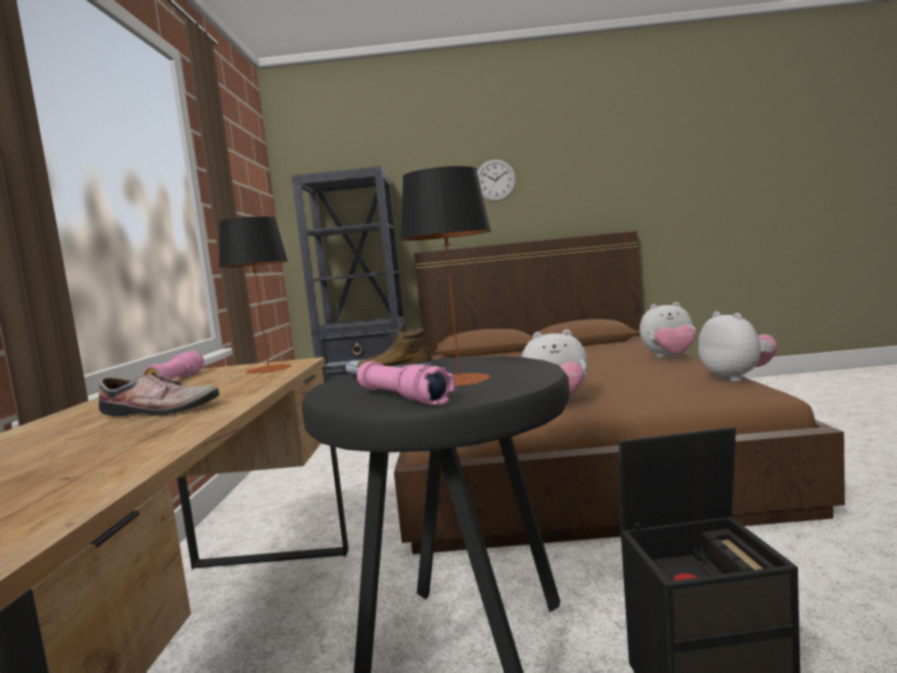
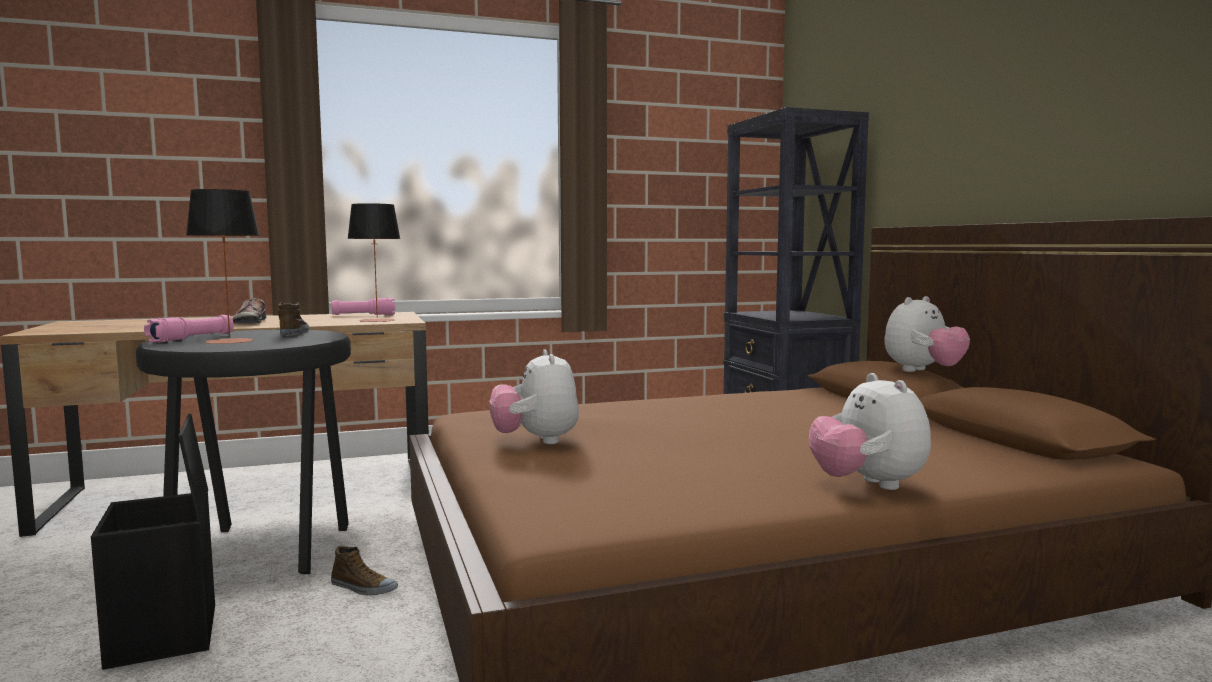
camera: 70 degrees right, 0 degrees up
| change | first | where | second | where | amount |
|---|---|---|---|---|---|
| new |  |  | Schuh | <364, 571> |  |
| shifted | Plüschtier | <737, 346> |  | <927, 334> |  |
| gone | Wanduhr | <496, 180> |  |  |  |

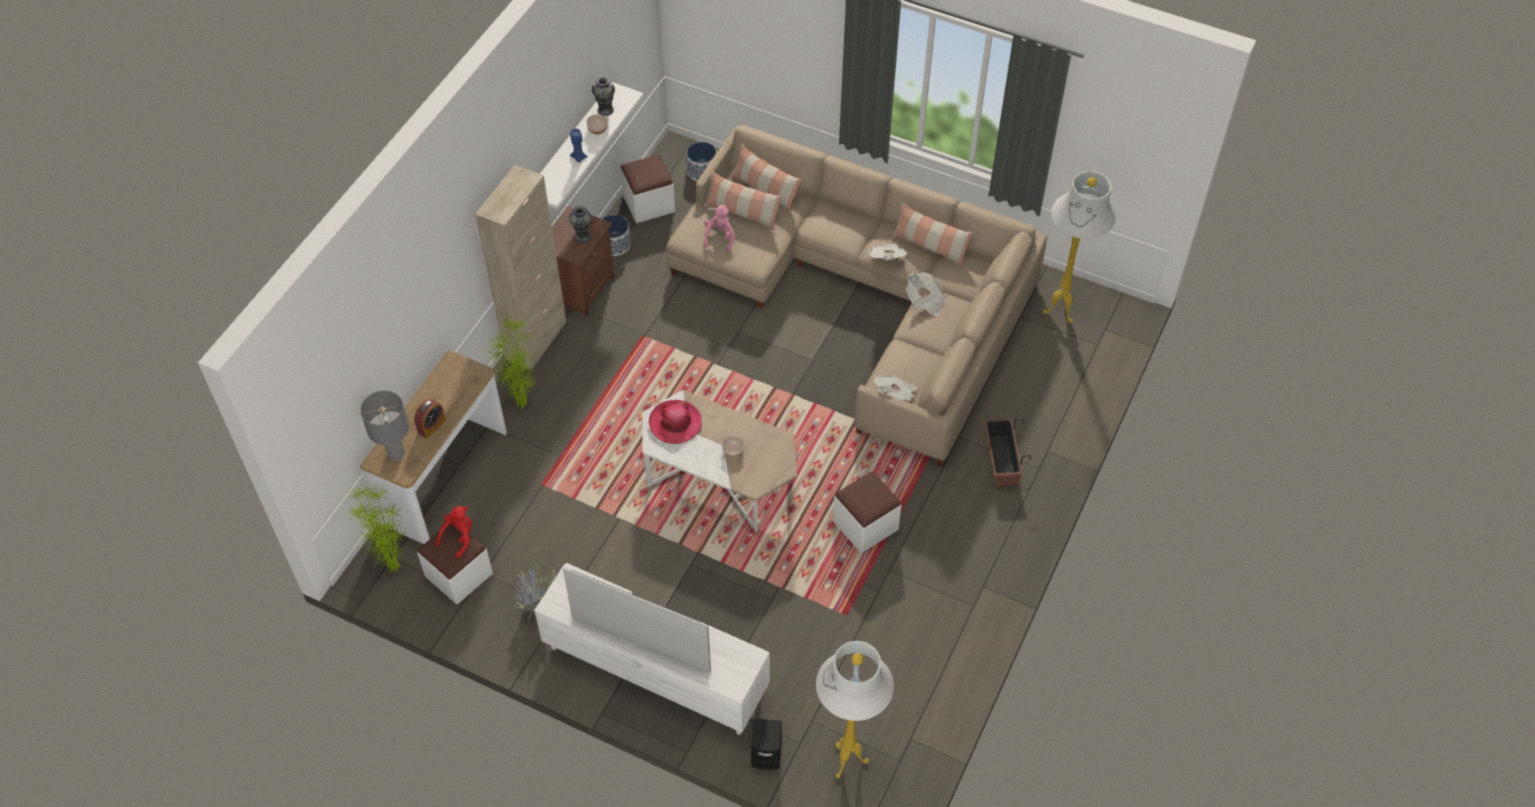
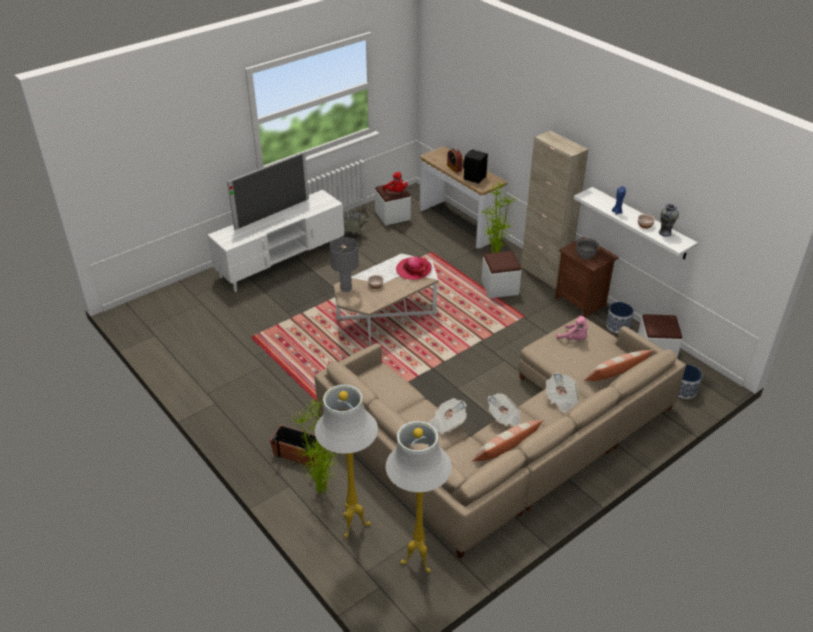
camera: 115 degrees right, 15 degrees down
| change | first | where | second | where | amount |
|---|---|---|---|---|---|
| shifted | Topfpflanze | <377, 526> |  | <315, 445> |  |
| shifted | Stehlampe (weiß) | <855, 709> |  | <346, 461> |  |
| shifted | Tischlampe (grau) | <384, 426> |  | <344, 264> |  |
| shifted | Lautsprecher (schwarz) | <766, 744> |  | <475, 166> |  |
| shifted | Polsterhocker (weiß) | <867, 512> |  | <501, 274> |  |
| shifted | Zeitung | <895, 388> |  | <562, 392> |  |
| swapped | Vase | <580, 224> | Schüssel (grau) | <587, 248> |  |
| gone | Kissen | <743, 200> |  |  |  |

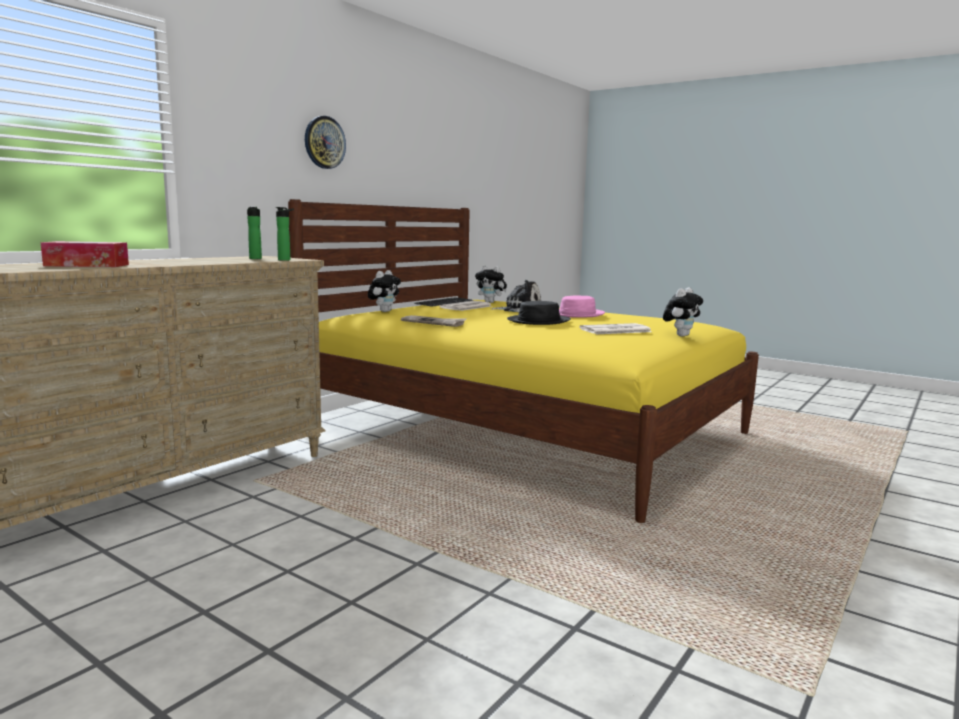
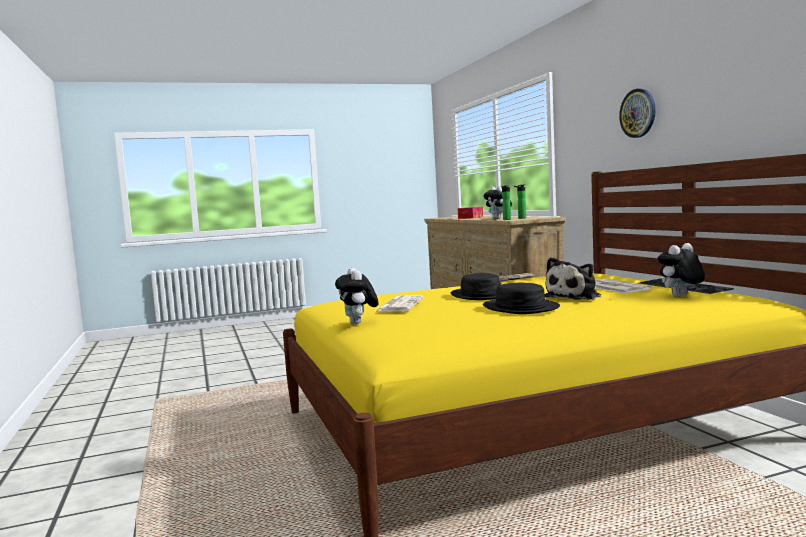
camera: 125 degrees right, 5 degrees down
| change | first | where | second | where | amount |
|---|---|---|---|---|---|
| shifted | Plüschtier | <384, 291> |  | <497, 202> |  |
| repainted | Hut (rosa) | <582, 307> | Hut (schwarz) | <521, 298> |  |

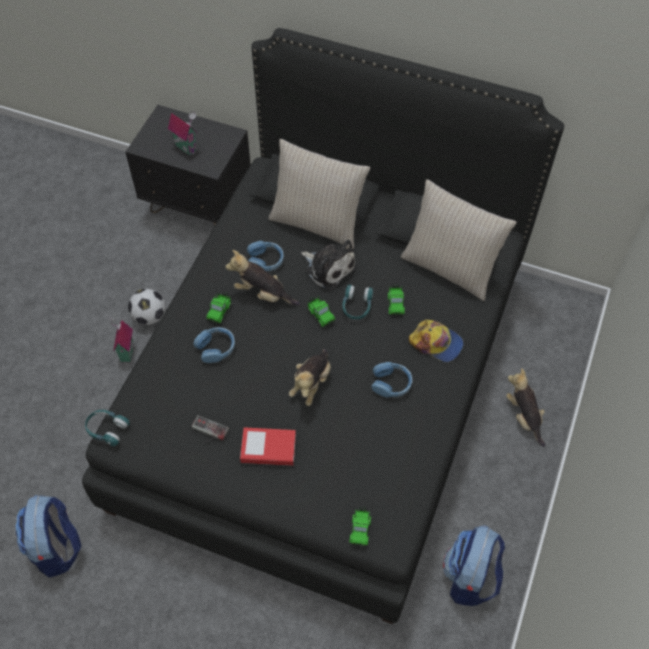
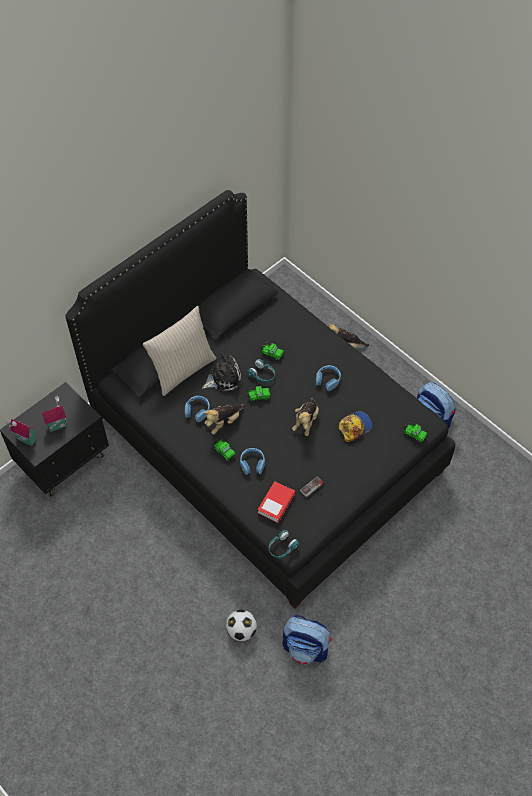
camera: 65 degrees left, 0 degrees up
| change | first | where | second | where | amount |
|---|---|---|---|---|---|
| shifted | Spielzeughaus | <121, 338> |  | <21, 432> |  |
| shifted | Fußball | <147, 307> |  | <241, 625> |  |
| shifted | Buch | <268, 446> |  | <276, 502> |  |
| rotated | Plüschtier | <310, 377> |  | <305, 417> | 60 degrees clockwise |
| shifted | Kappe | <436, 341> |  | <356, 426> |  |
| gone | Kissen (beige) | <459, 240> |  |  |  |

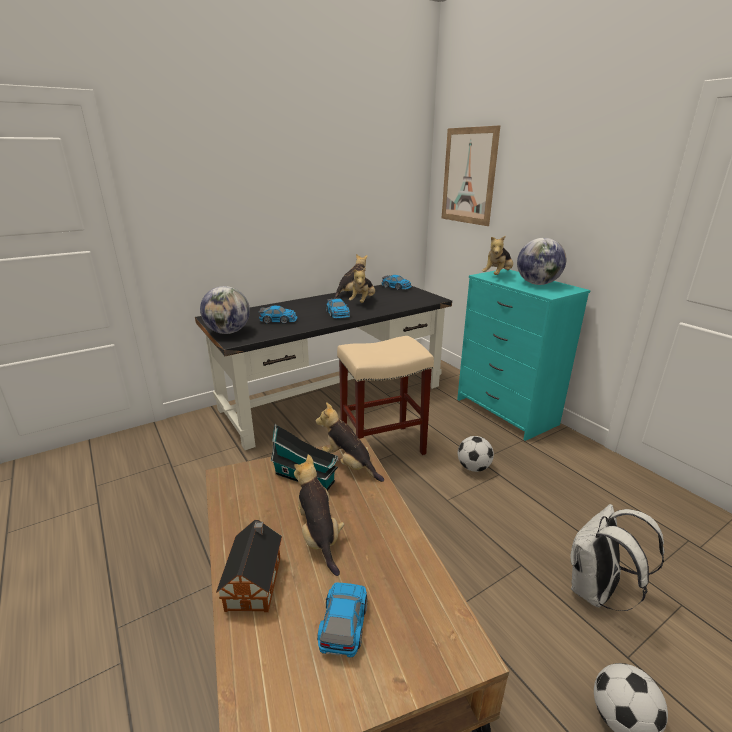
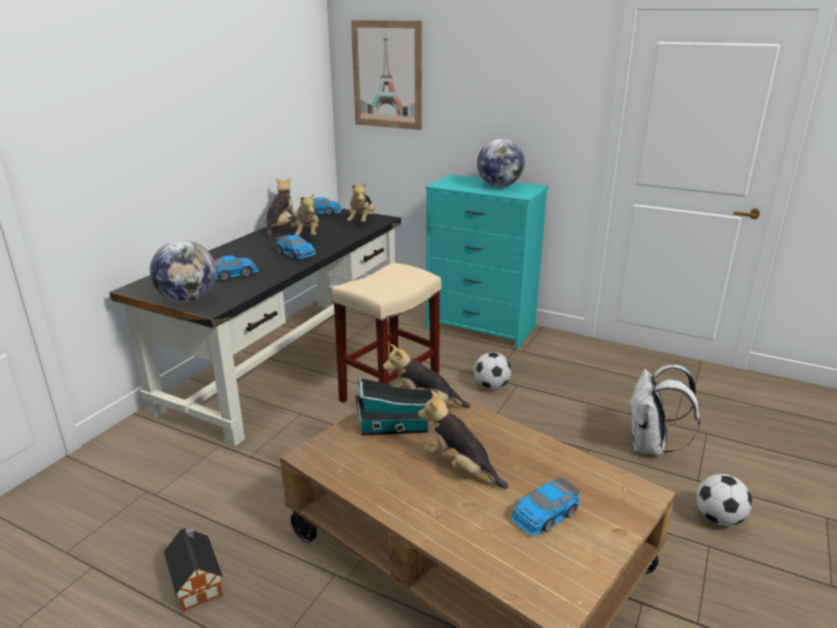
camera: 30 degrees left, 0 degrees up
| change | first | where | second | where | amount |
|---|---|---|---|---|---|
| shifted | Spielzeughaus | <249, 566> |  | <193, 569> |  |
| shifted | Plüschtier | <497, 255> |  | <361, 202> |  |
| rotated | Spielzeugauto | <342, 620> |  | <545, 506> | 105 degrees counterclockwise |

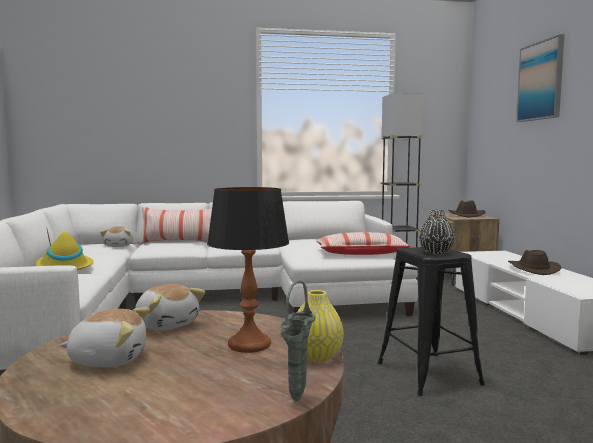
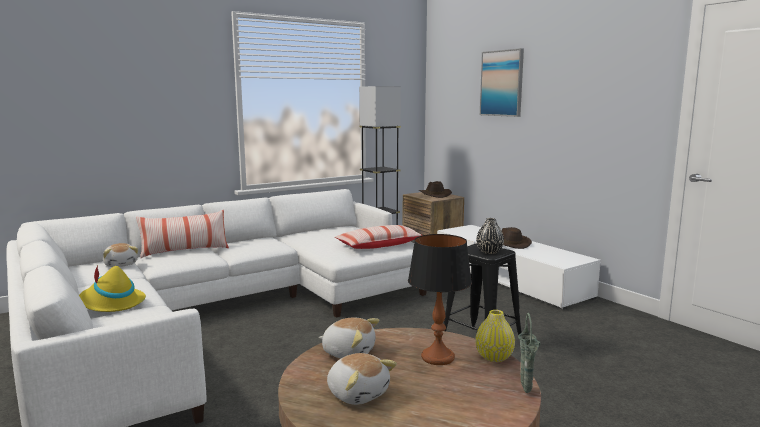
camera: 25 degrees left, 5 degrees up
| change | first | where | second | where | amount |
|---|---|---|---|---|---|
| rotated | Plüschtier | <104, 337> |  | <362, 379> | 75 degrees clockwise |

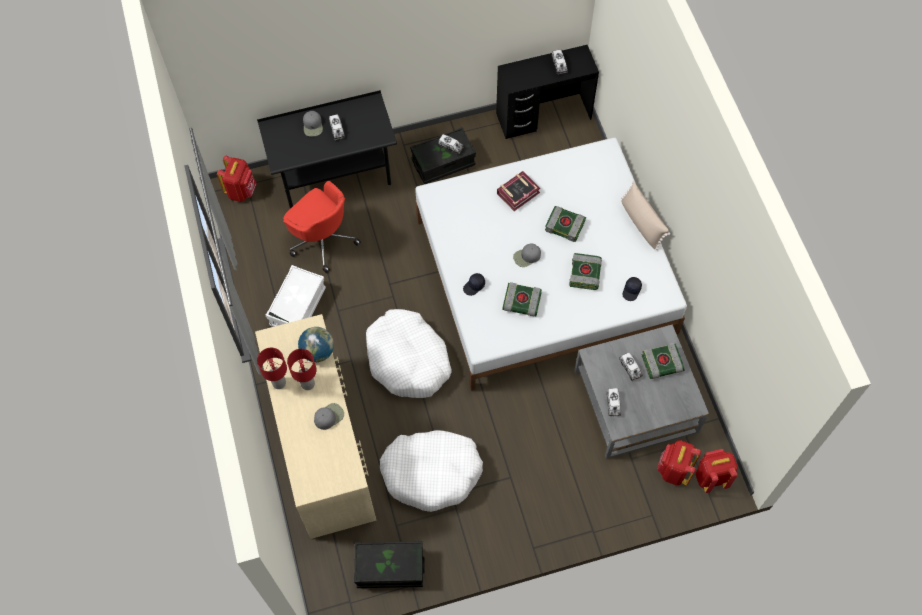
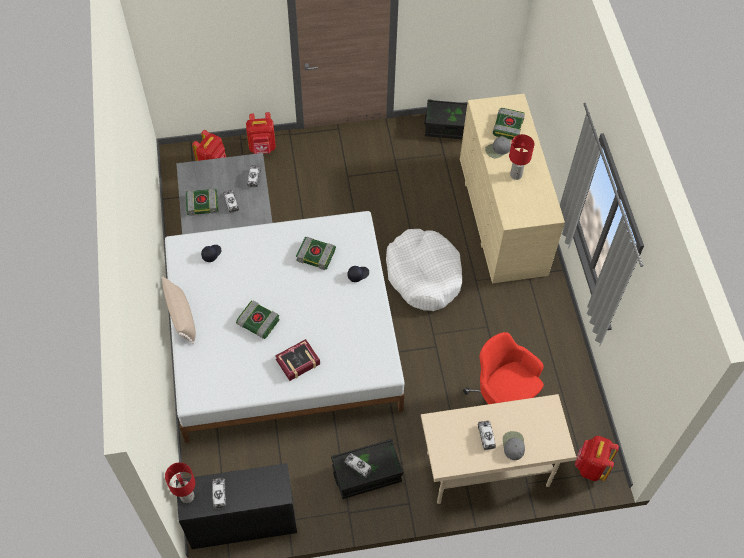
camera: 175 degrees left, 5 degrees down
| change | first | where | second | where | amount |
|---|---|---|---|---|---|
| shifted | Tischlampe (rot) | <272, 368> |  | <180, 482> |  |
| shifted | Rucksack (rot) | <717, 471> |  | <261, 133> |  |
| repainted | Schreibtisch (schwarz) | <327, 149> | Schreibtisch (beige) | <499, 449> |  |
| shifted | Buch | <585, 271> |  | <509, 124> |  |
| gone | Aufbewahrungsbox (weiß) | <296, 296> |  |  |  |
| gone | Globus | <316, 344> |  |  |  |
| gone | Hundebett (weiß) | <431, 471> |  |  |  |
| gone | Kappe (grau) | <527, 255> |  |  |  |

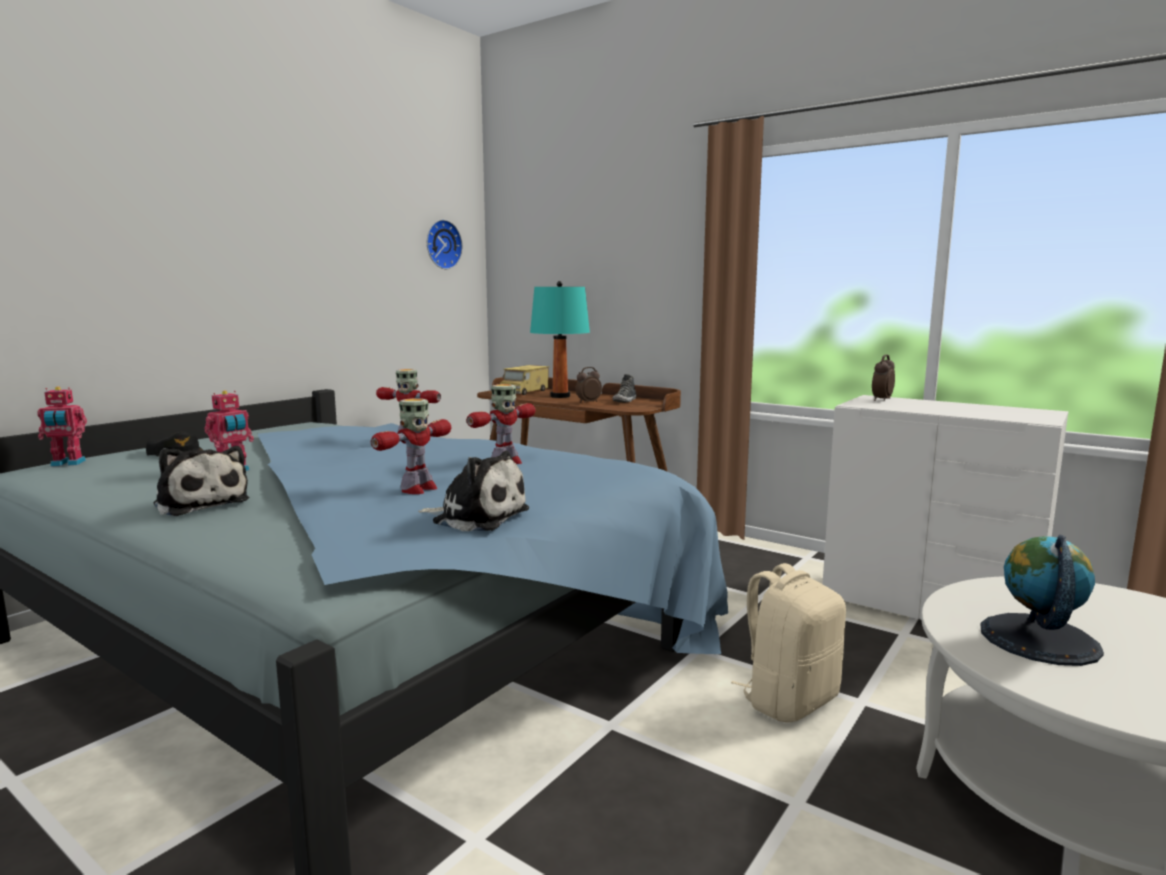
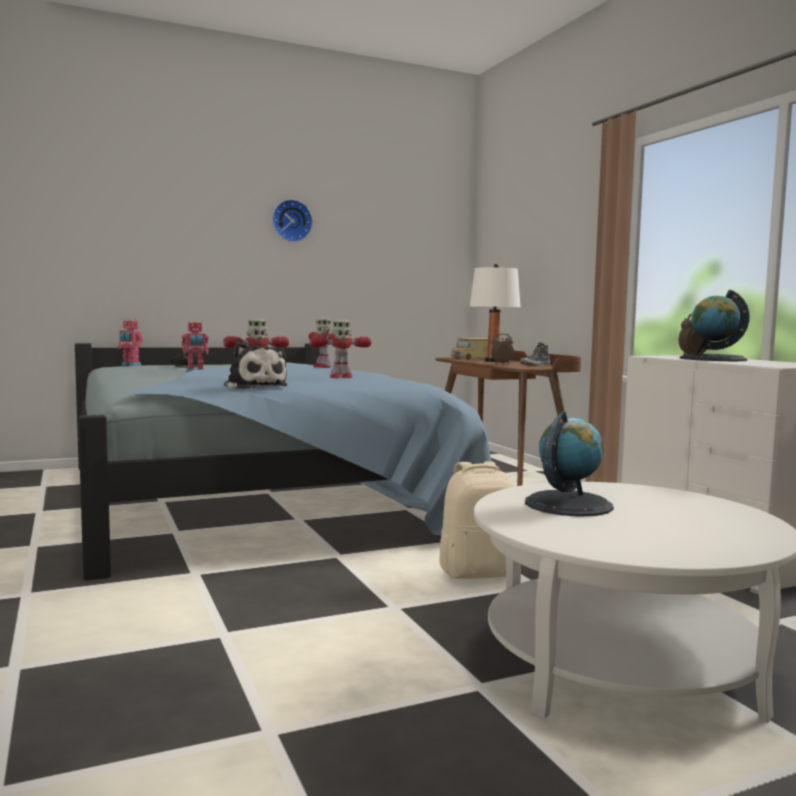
camera: 30 degrees right, 5 degrees down
| change | first | where | second | where | amount |
|---|---|---|---|---|---|
| shifted | Wanduhr | <445, 244> |  | <292, 220> |  |
| repainted | Tischlampe (türkis) | <560, 339> | Tischlampe (weiß) | <495, 313> |  |
| new |  |  | Globus | <714, 325> |  |
| gone | Plüschtier | <202, 481> |  |  |  |

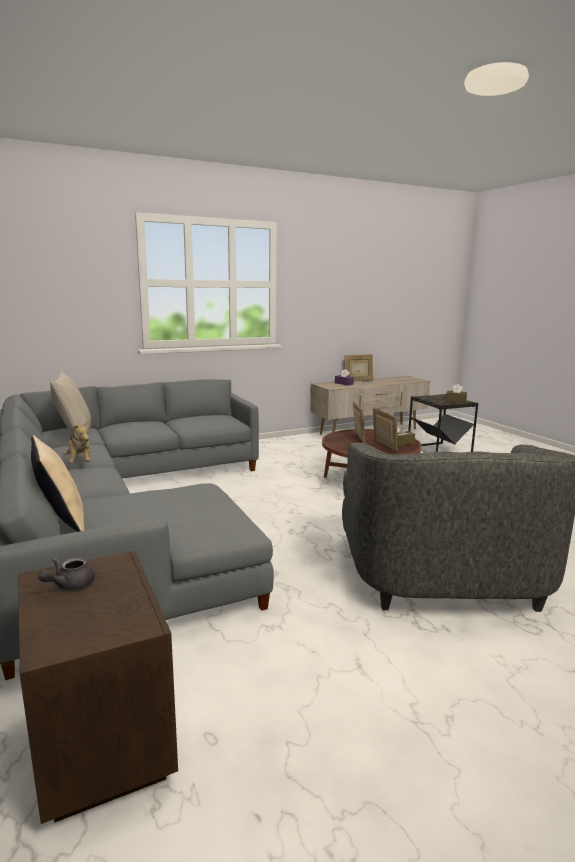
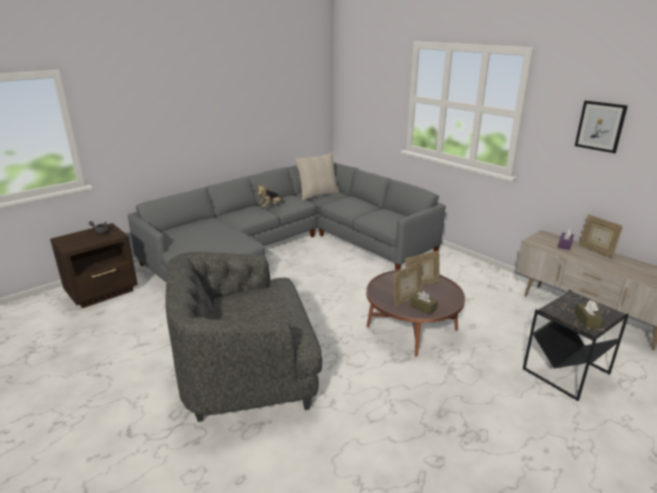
camera: 75 degrees right, 10 degrees up
| change | first | where | second | where | amount |
|---|---|---|---|---|---|
| new |  |  | Bild | <601, 126> |  |
| gone | Kissen (beige) | <58, 483> |  |  |  |

